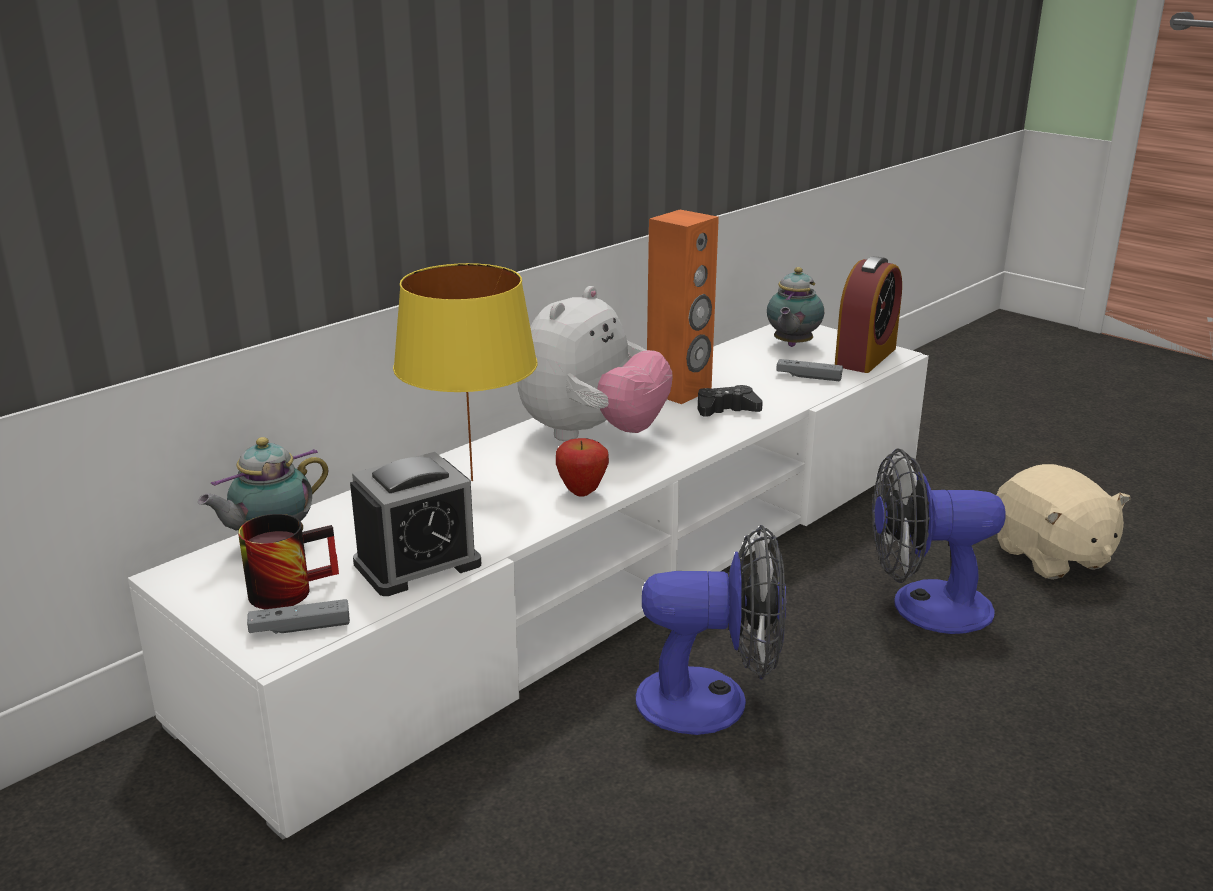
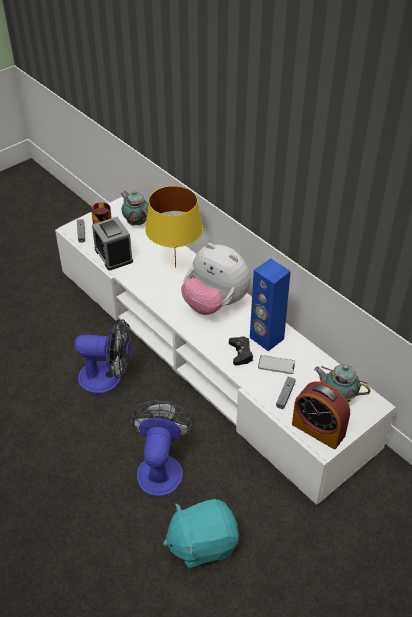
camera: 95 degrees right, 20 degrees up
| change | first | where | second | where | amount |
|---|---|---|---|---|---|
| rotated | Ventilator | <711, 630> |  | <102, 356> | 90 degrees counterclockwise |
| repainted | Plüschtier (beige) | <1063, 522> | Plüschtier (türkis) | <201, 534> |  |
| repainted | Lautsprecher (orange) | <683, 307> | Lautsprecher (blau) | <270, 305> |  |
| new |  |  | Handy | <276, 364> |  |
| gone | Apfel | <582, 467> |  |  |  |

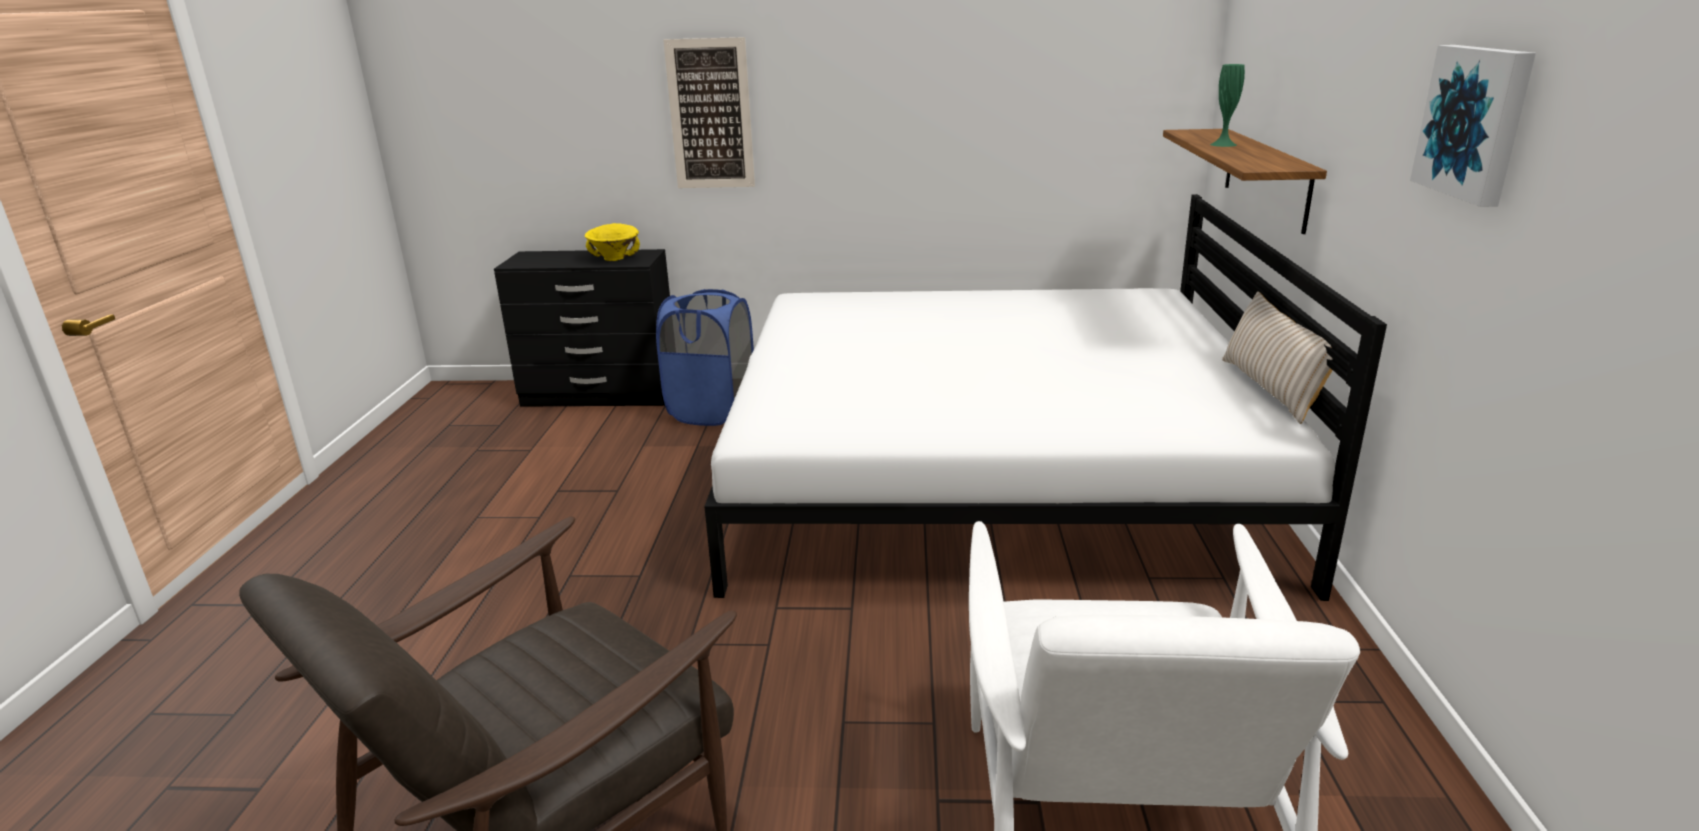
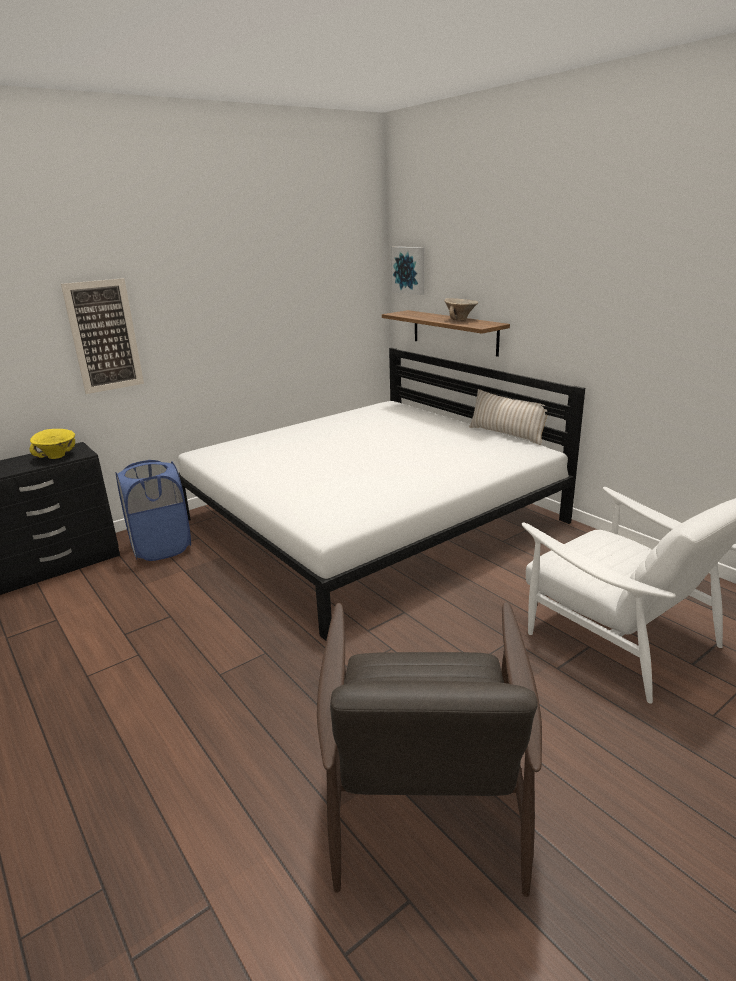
camera: 40 degrees left, 0 degrees up
| change | first | where | second | where | amount |
|---|---|---|---|---|---|
| shifted | Bild | <1473, 126> |  | <407, 271> |  |
| new |  |  | Schüssel (beige) | <461, 309> |  |
| gone | Vase (grün) | <1227, 105> |  |  |  |

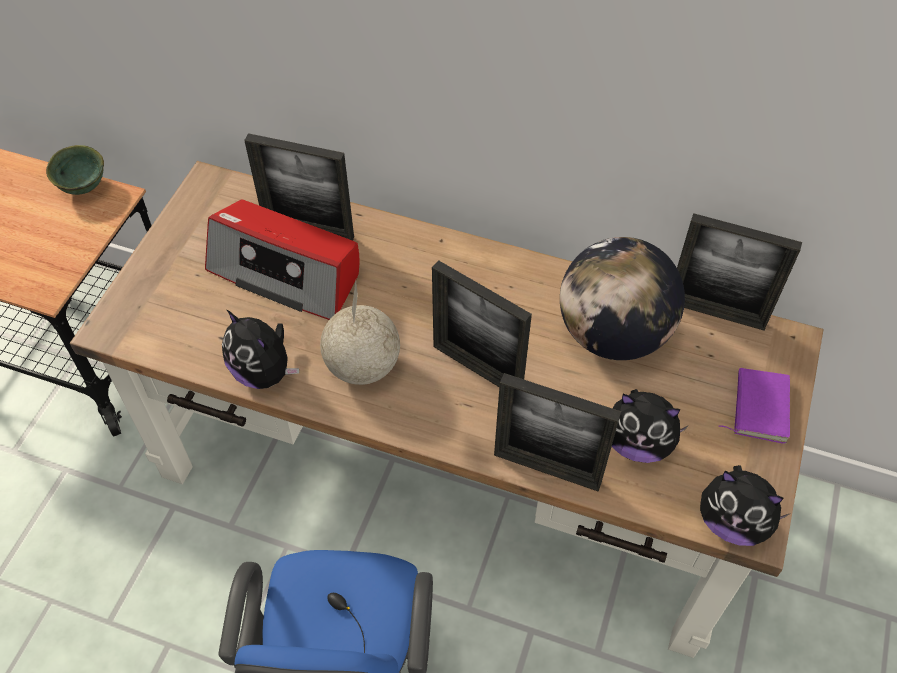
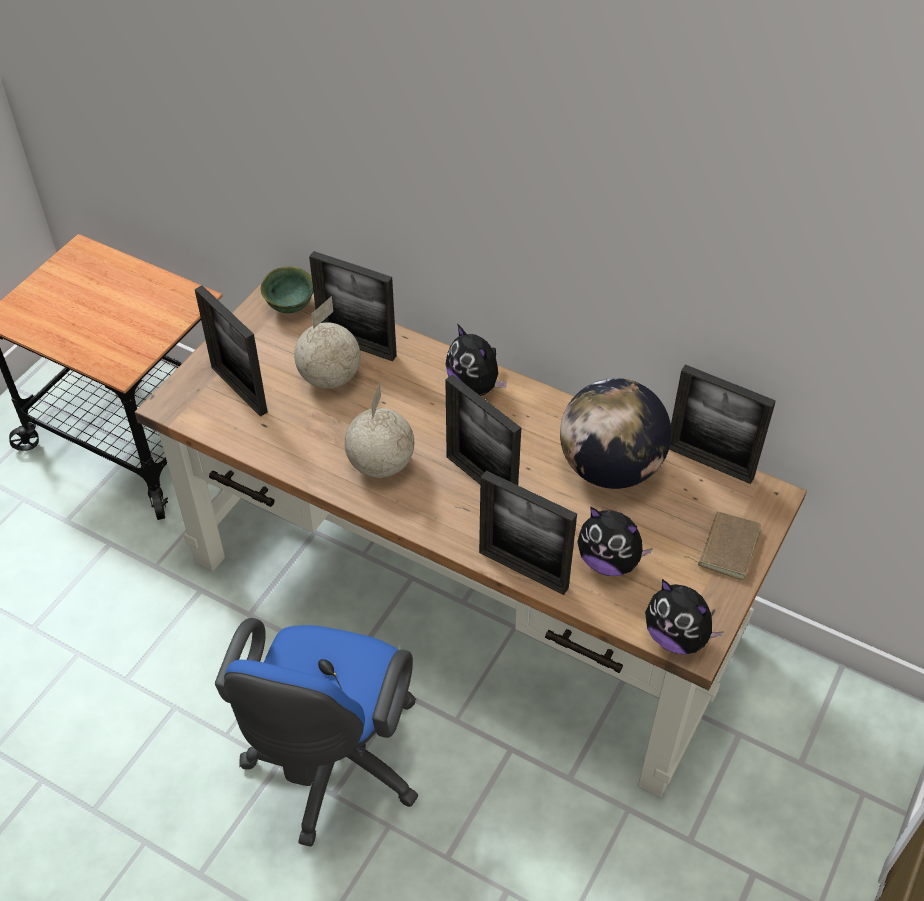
camera: 10 degrees right, 5 degrees down
| change | first | where | second | where | amount |
|---|---|---|---|---|---|
| new |  |  | Bilderrahmen | <231, 351> |  |
| shifted | Schüssel (grün) | <75, 170> |  | <287, 290> |  |
| swapped | Radio | <282, 259> | Globus | <327, 342> |  |
| shifted | Plüschtier | <260, 349> |  | <476, 360> |  |
| repainted | Buch (lila) | <754, 406> | Buch (braun) | <722, 546> |  |

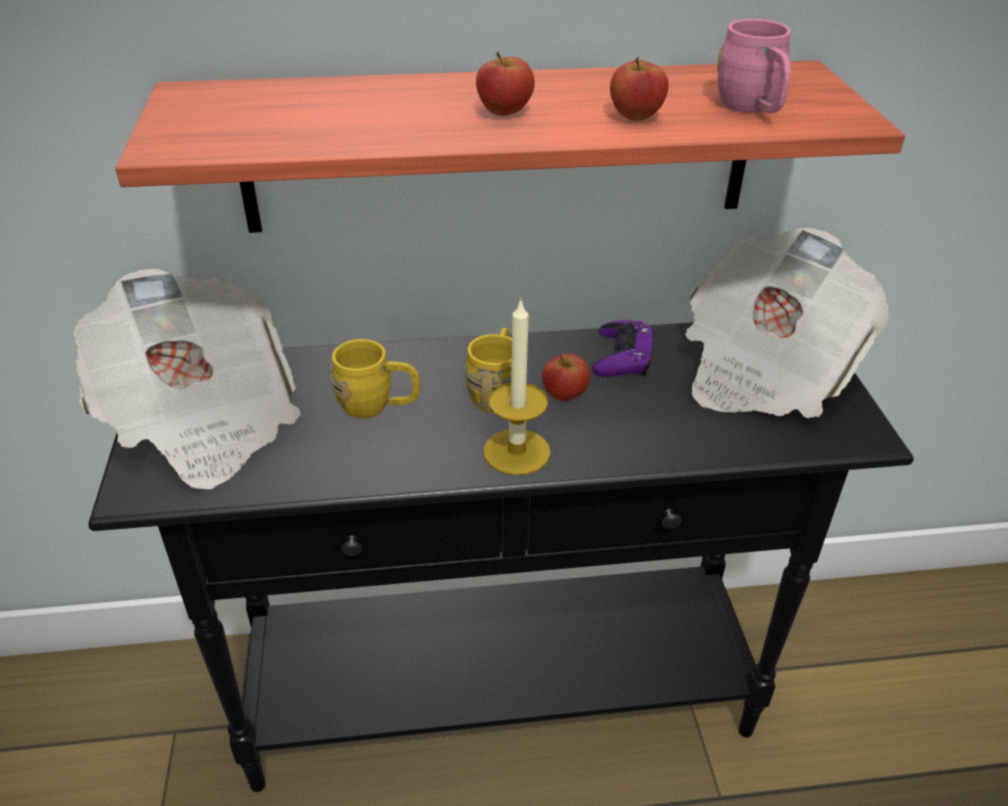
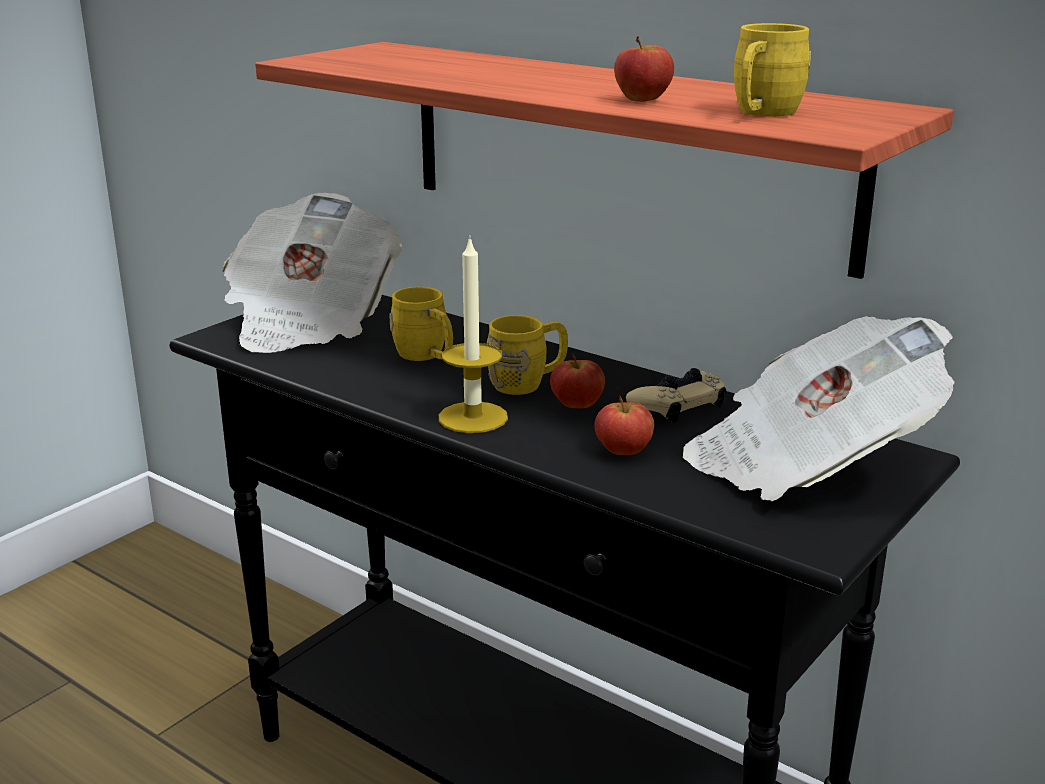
camera: 45 degrees right, 15 degrees down
| change | first | where | second | where | amount |
|---|---|---|---|---|---|
| shifted | Apfel | <505, 83> |  | <624, 425> |  |
| repainted | Gamepad (lila) | <623, 348> | Gamepad (beige) | <676, 395> |  |
| repainted | Henkelbecher (rosa) | <754, 66> | Henkelbecher (gelb) | <772, 70> |  |

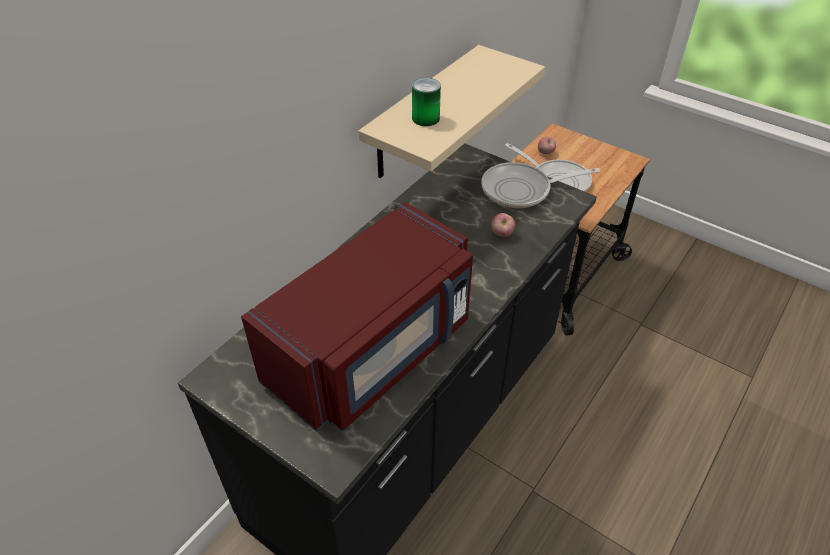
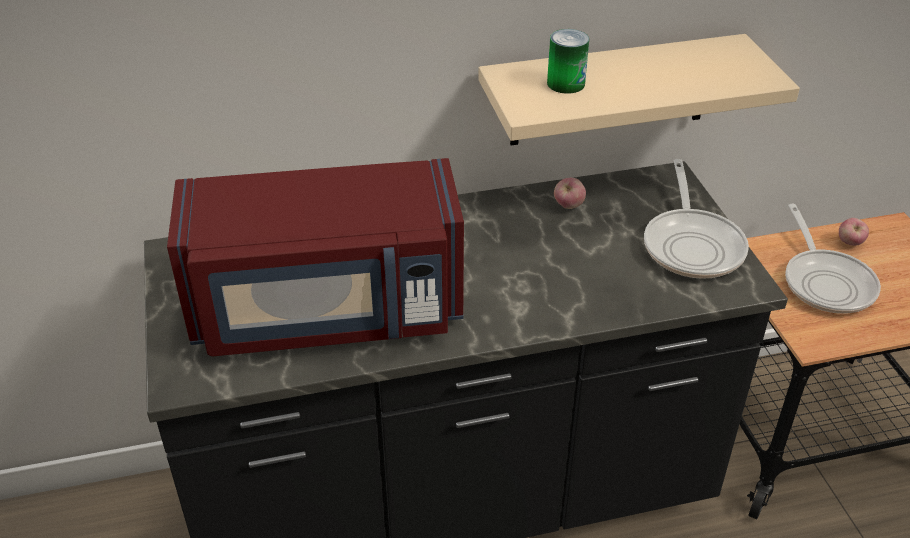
camera: 40 degrees right, 5 degrees down
| change | first | where | second | where | amount |
|---|---|---|---|---|---|
| shifted | Apfel | <503, 225> |  | <570, 193> |  |
| rotated | Pfanne | <540, 185> |  | <696, 219> | 120 degrees counterclockwise |

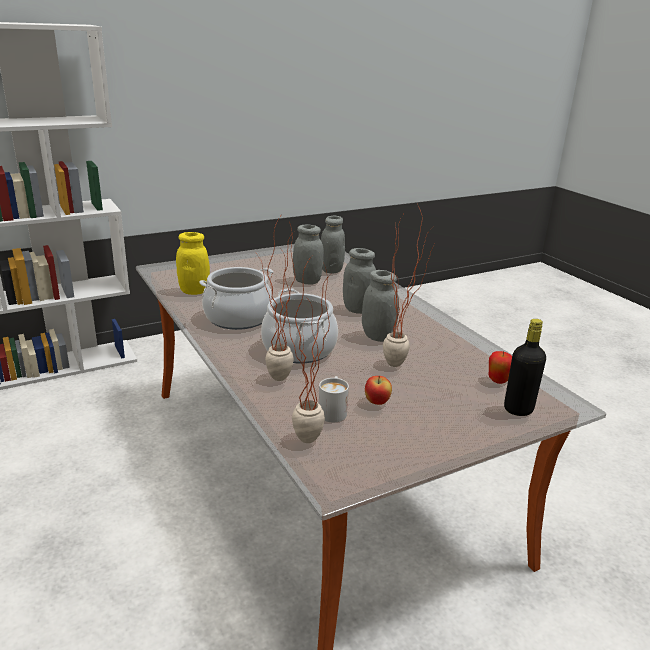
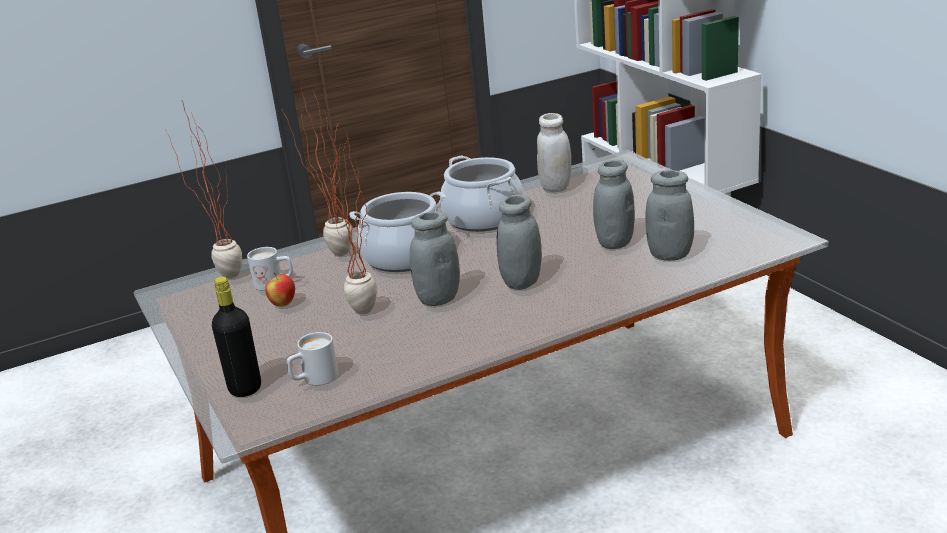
camera: 95 degrees right, 0 degrees up
| change | first | where | second | where | amount |
|---|---|---|---|---|---|
| swapped | Apfel | <500, 367> | Henkelbecher (weiß) | <312, 358> |  |
| repainted | Vorratsglas (gelb) | <193, 263> | Vorratsglas (weiß) | <554, 152> |  |

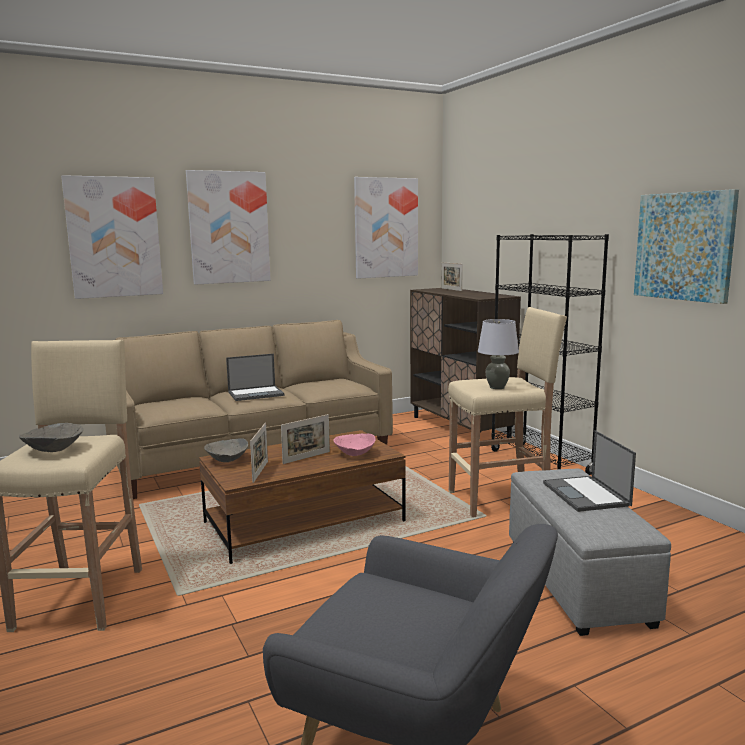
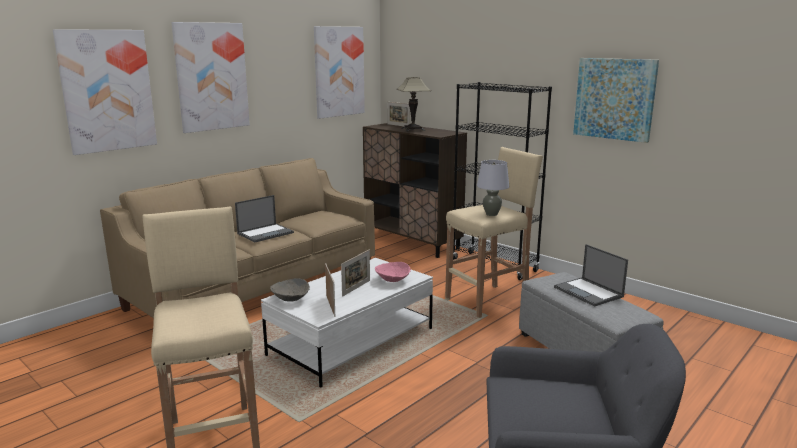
camera: 20 degrees left, 5 degrees up
| change | first | where | second | where | amount |
|---|---|---|---|---|---|
| repainted | Couchtisch (braun) | <302, 497> | Couchtisch (weiß) | <347, 322> |  |
| new |  |  | Tischlampe | <414, 104> |  |
| gone | Schüssel (grau) | <50, 437> |  |  |  |

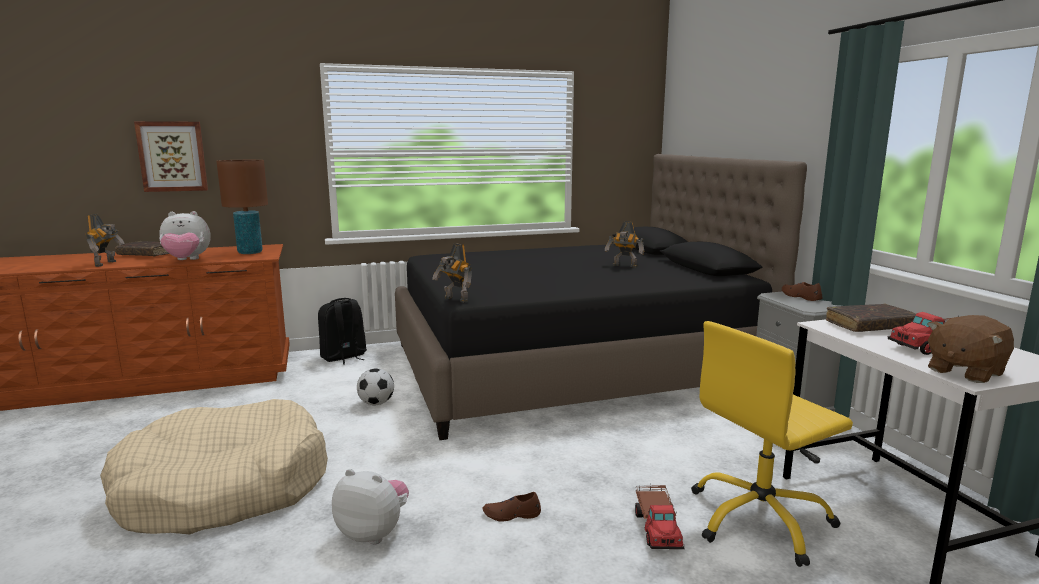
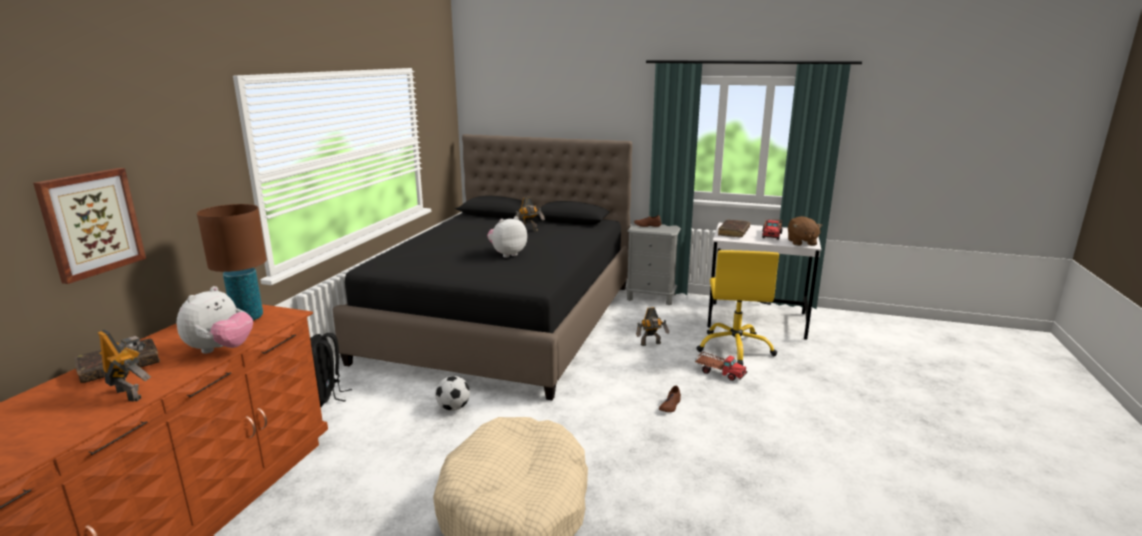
camera: 55 degrees left, 5 degrees up
| change | first | where | second | where | amount |
|---|---|---|---|---|---|
| shifted | Plüschtier | <370, 506> |  | <507, 237> |  |
| shifted | Spielzeugroboter | <452, 273> |  | <652, 326> |  |

